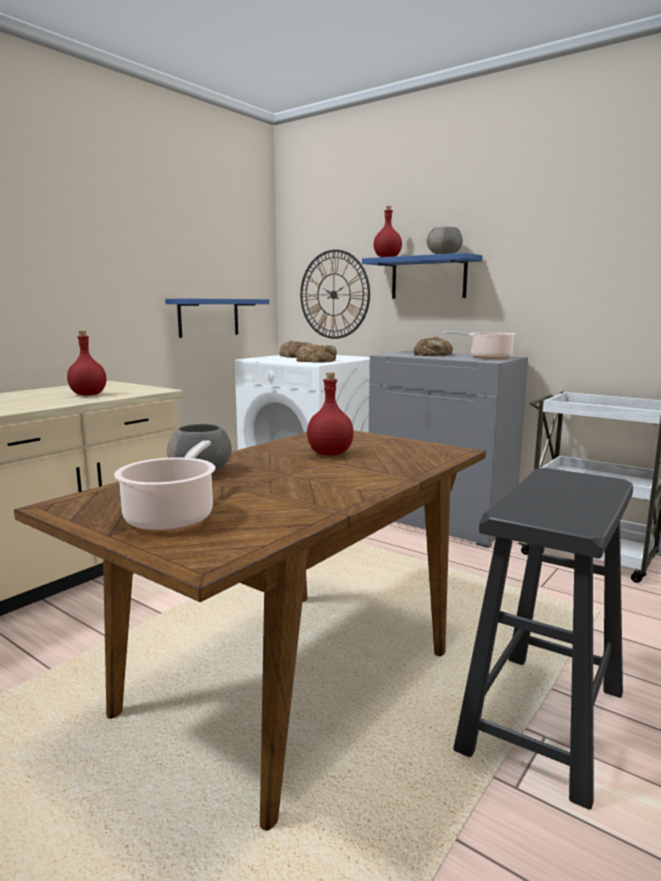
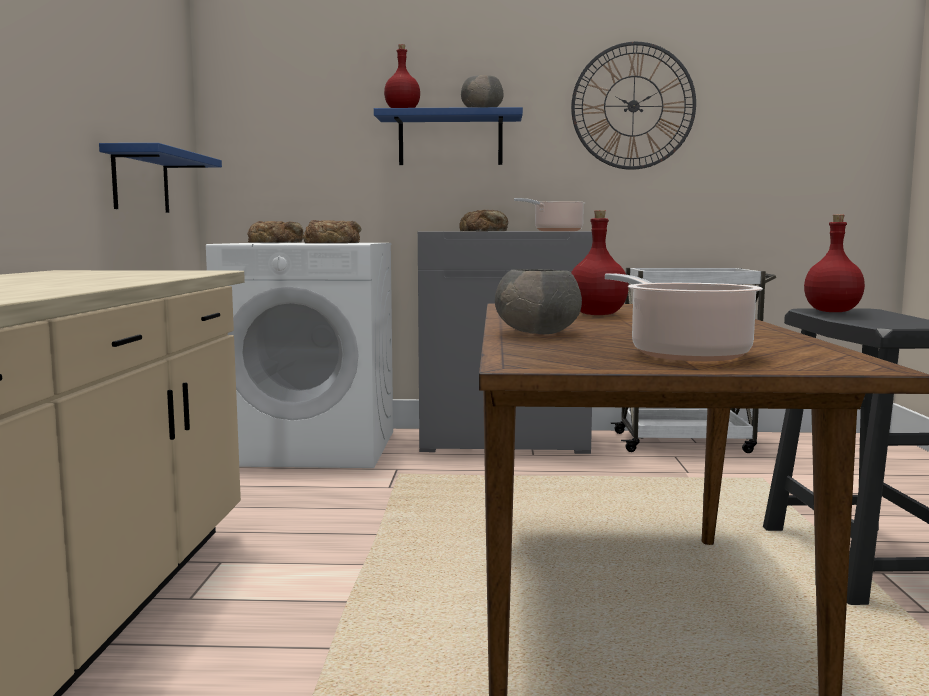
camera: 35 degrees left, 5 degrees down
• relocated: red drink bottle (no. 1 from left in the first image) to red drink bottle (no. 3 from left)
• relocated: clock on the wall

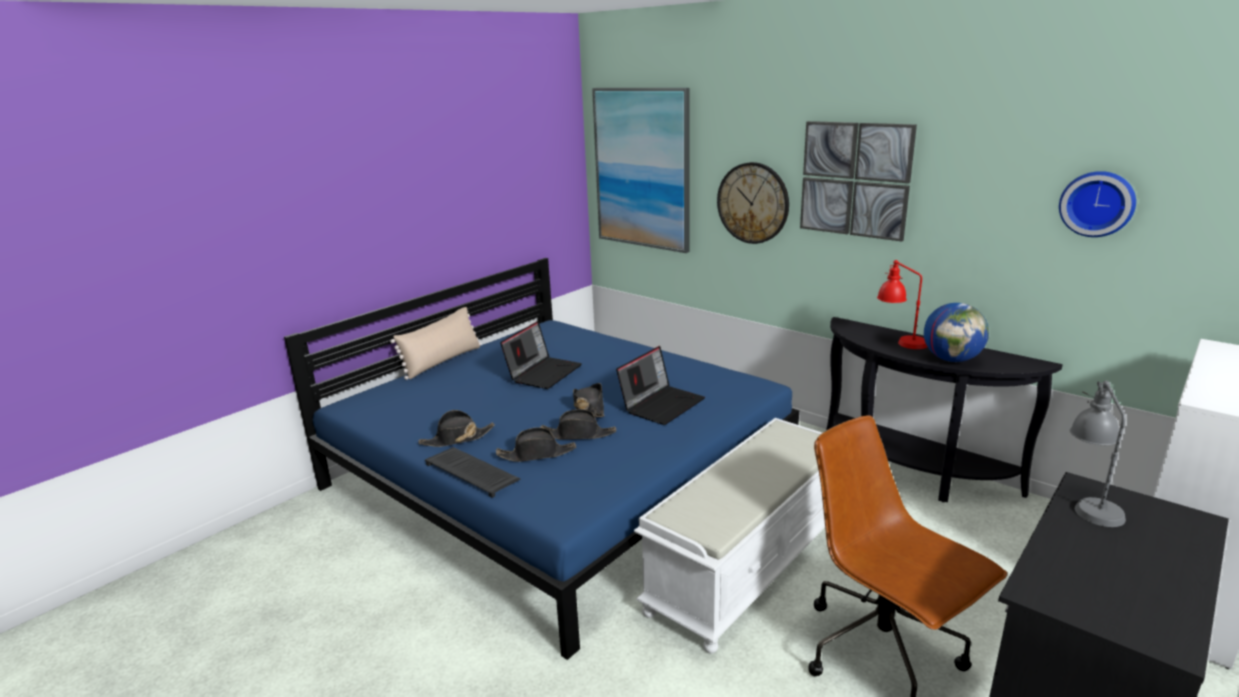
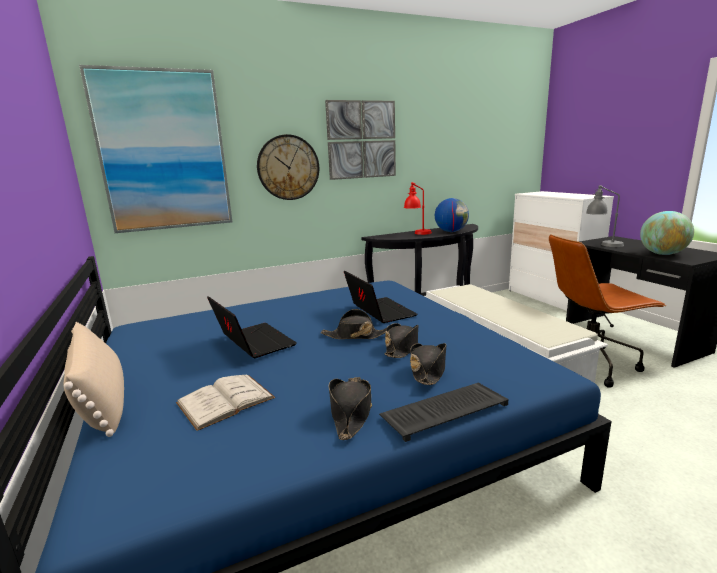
camera: 65 degrees left, 5 degrees down
• missing: clock on the wall (no. 2 from left)
• appeared: whitish volume
• appeared: desk globe (no. 2 from left)

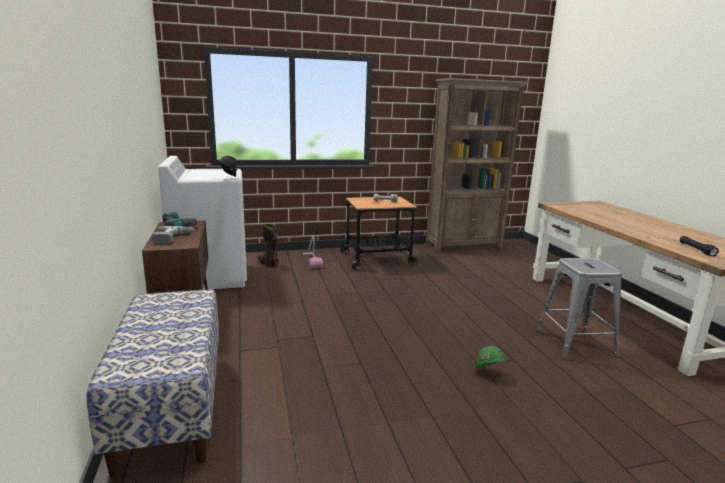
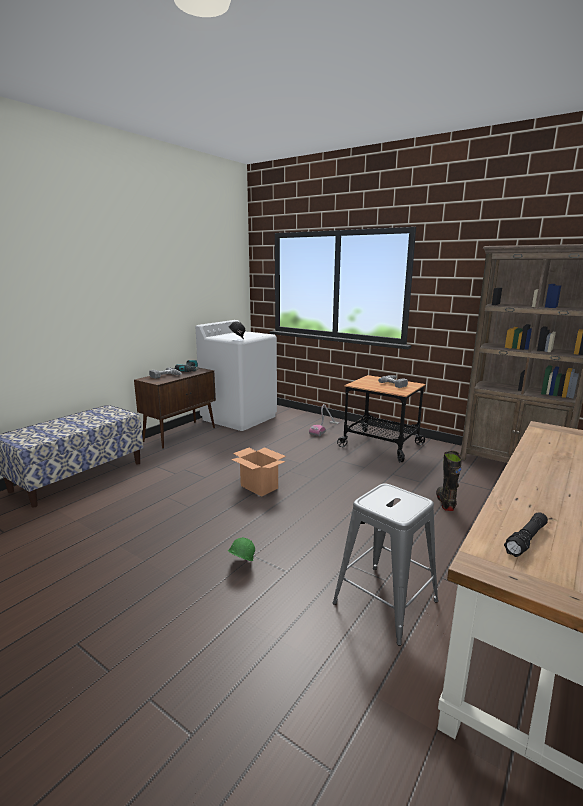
camera: 50 degrees right, 0 degrees up
• relocated: black-coloured high-top boot
• appeared: cardboard box

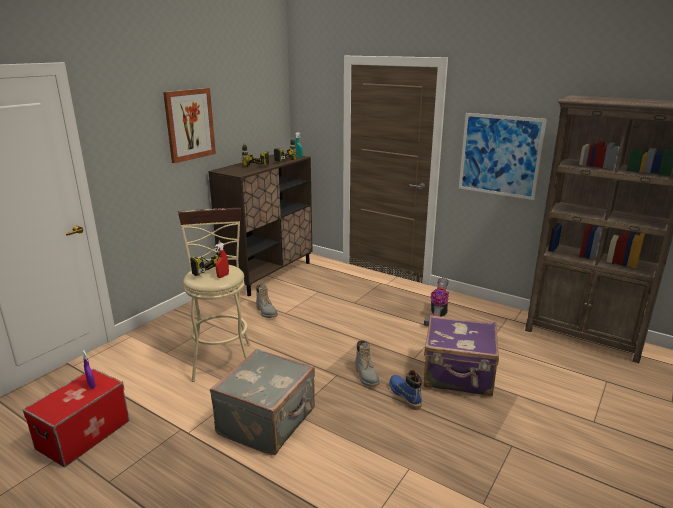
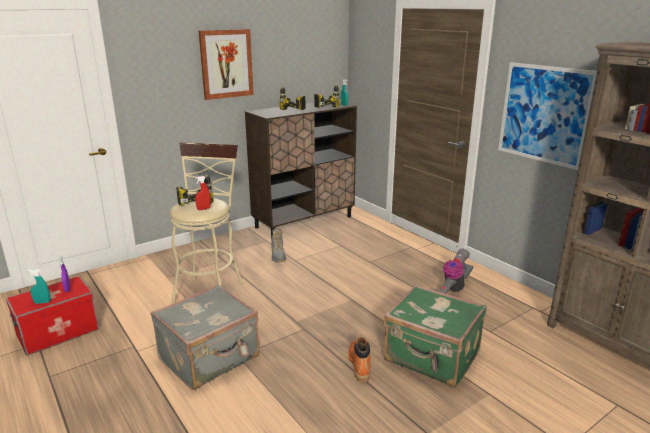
camera: 20 degrees right, 0 degrees up
• missing: grey high-top boot (no. 2 from left)
• colour: blue-coloured high-top boot to orangey high-top boot
• colour: purple-coloured piece of luggage to green-coloured piece of luggage
• appeared: blue-green spray bottle (no. 1 from left)

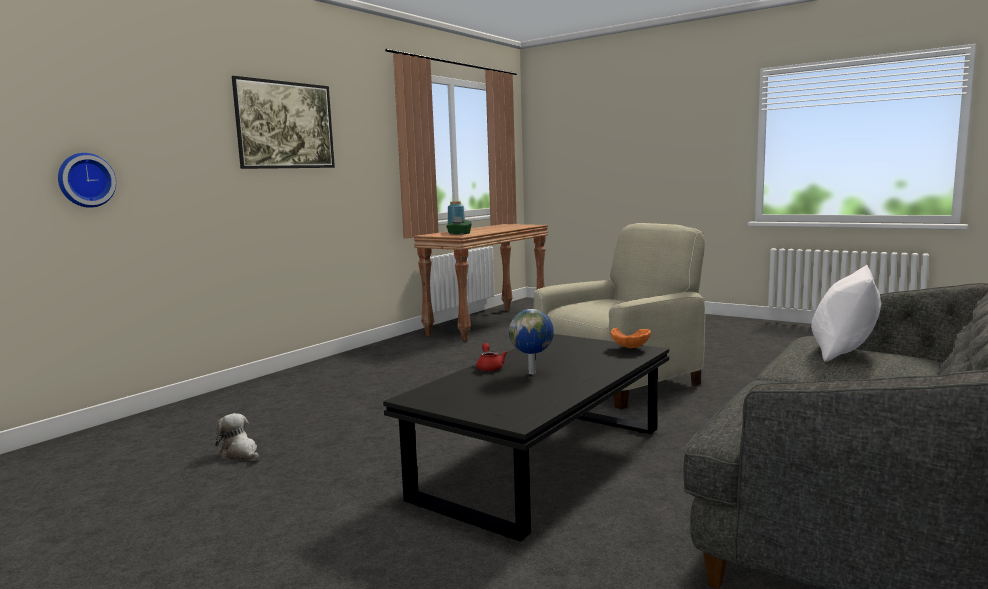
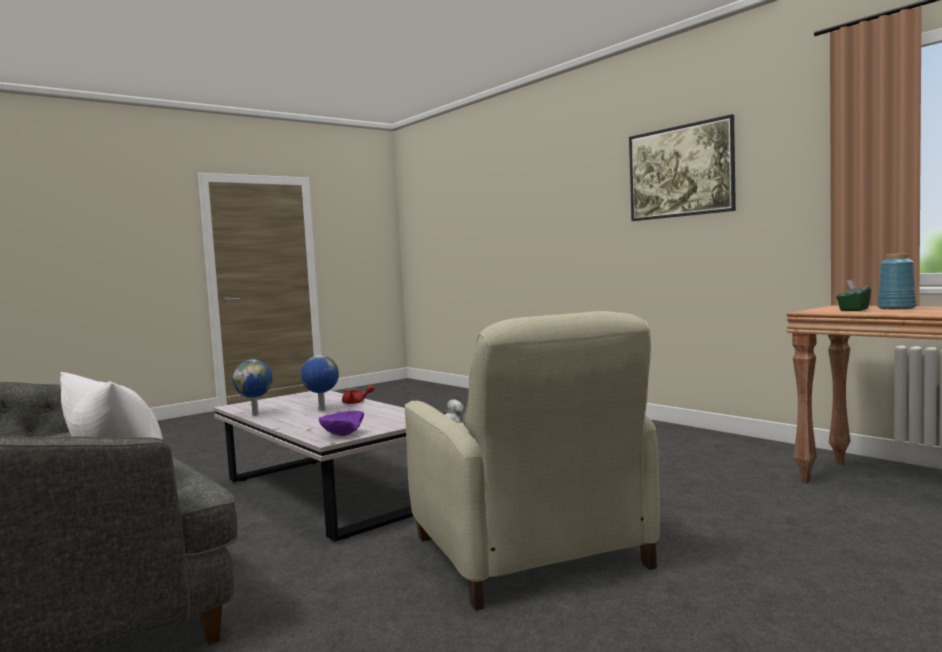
camera: 105 degrees right, 5 degrees down
• missing: clock on the wall
• colour: black-coloured coffee table to whitish coffee table
• colour: orangey bowl to purple-coloured bowl
• appeared: desk globe (no. 1 from left)

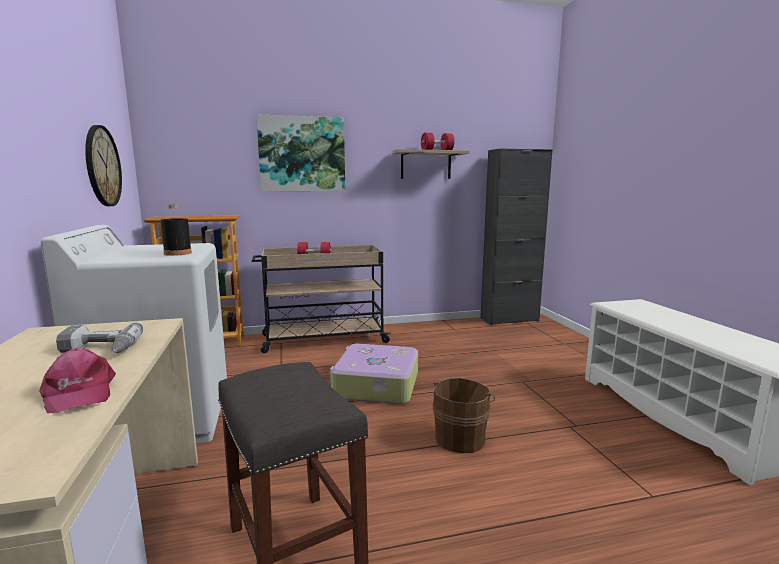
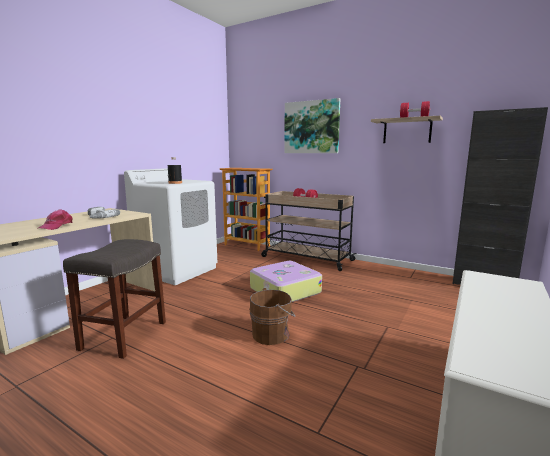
camera: 45 degrees right, 0 degrees up
• missing: clock on the wall

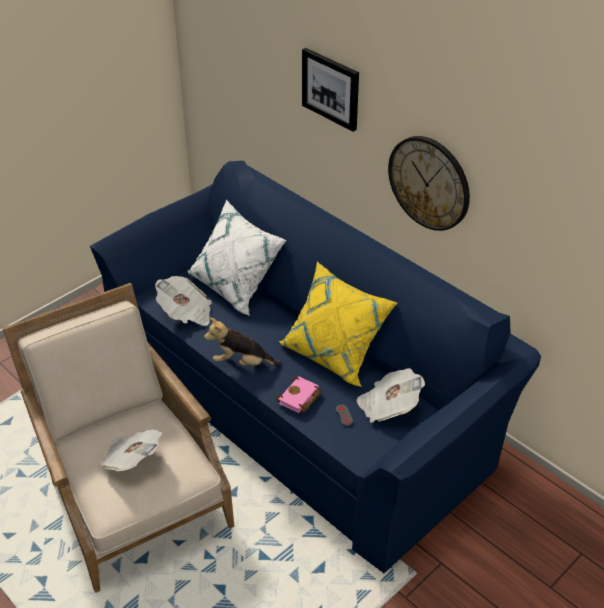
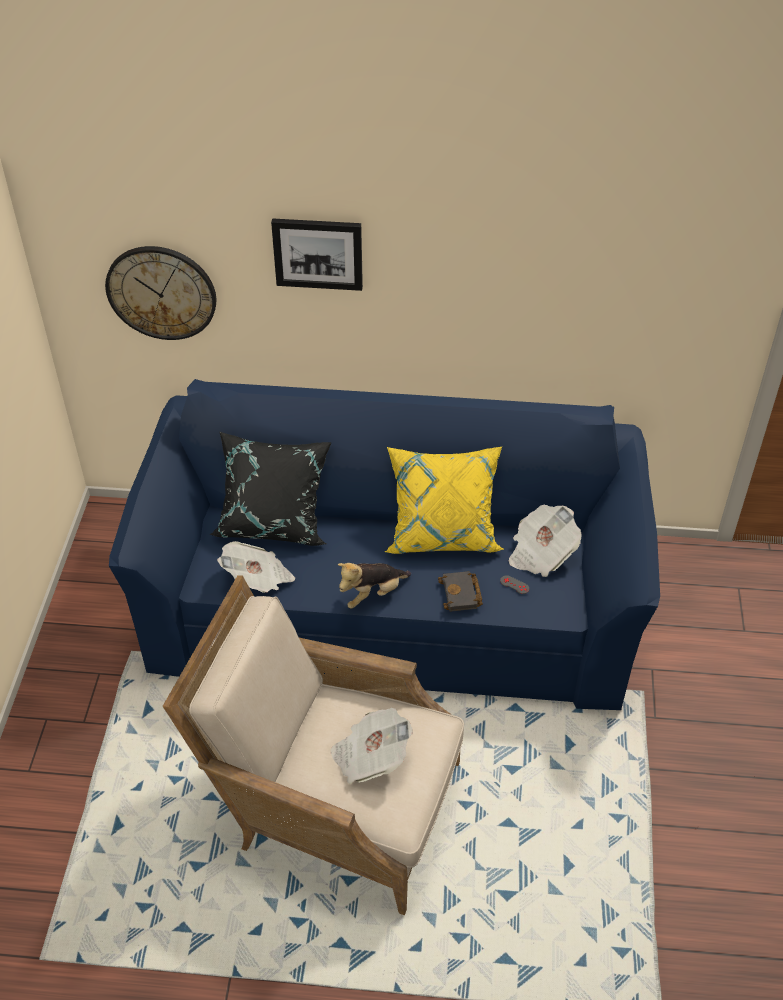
camera: 40 degrees left, 5 degrees up
• colour: whitish pillow to black-coloured pillow
• colour: pink volume to black-coloured volume
• relocated: clock on the wall

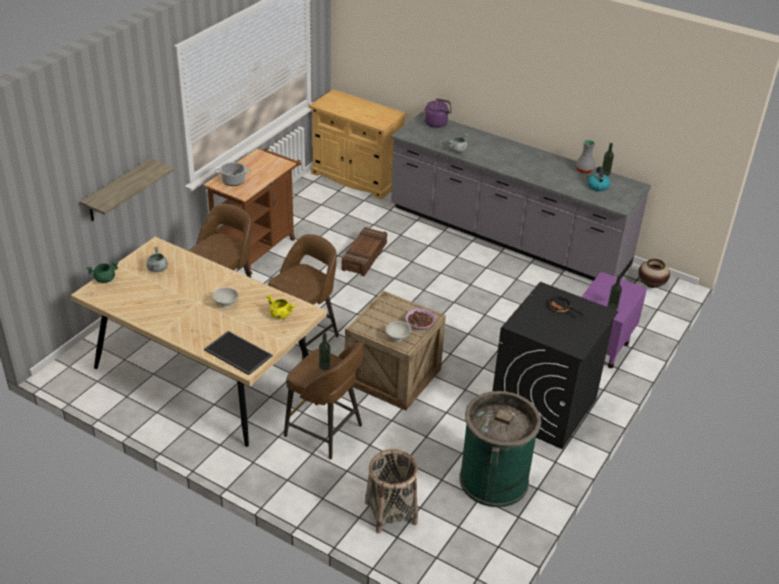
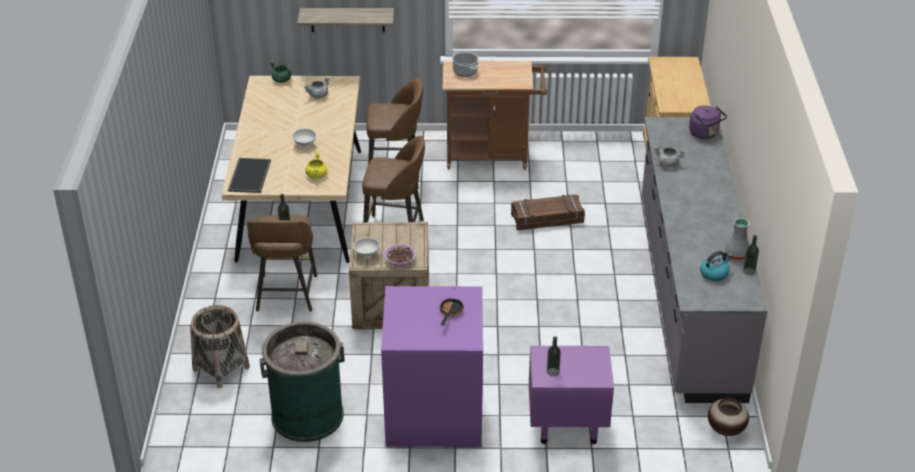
camera: 60 degrees right, 0 degrees up
• colour: black-coloured laundry machine to purple-coloured laundry machine

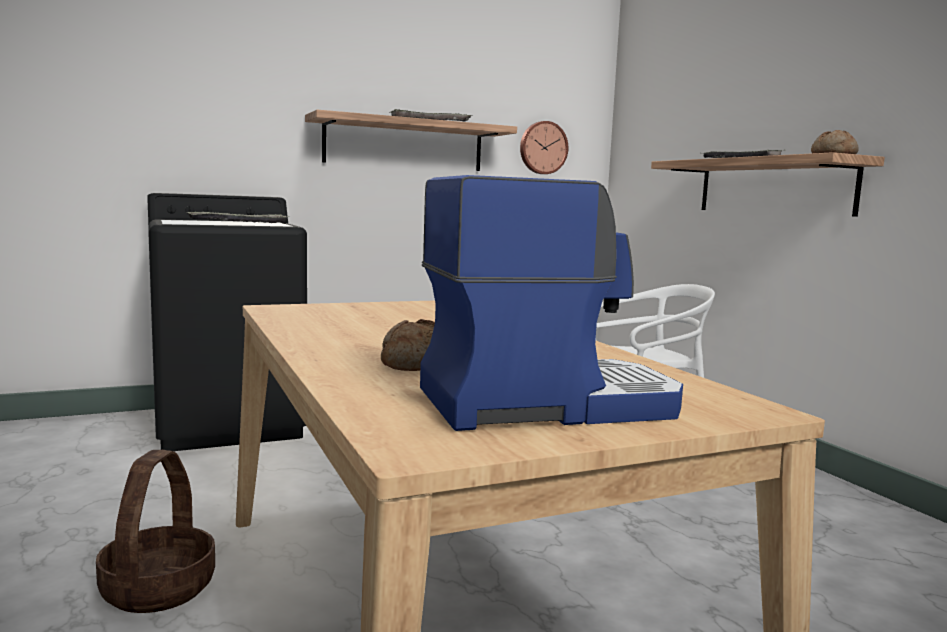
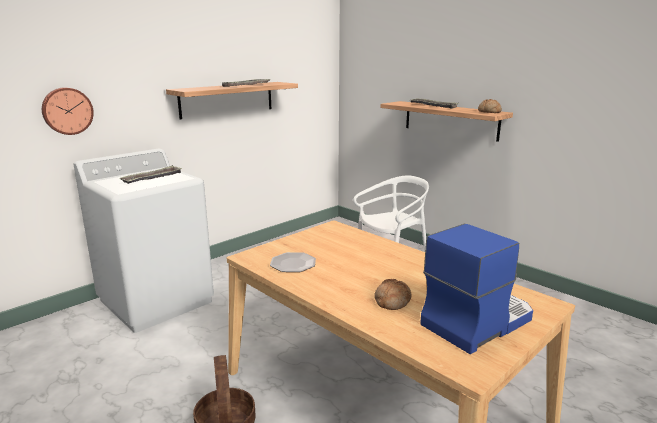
camera: 20 degrees left, 10 degrees up
• colour: black-coloured laundry machine to whitish laundry machine
• relocated: clock on the wall
• appeared: dinner plate

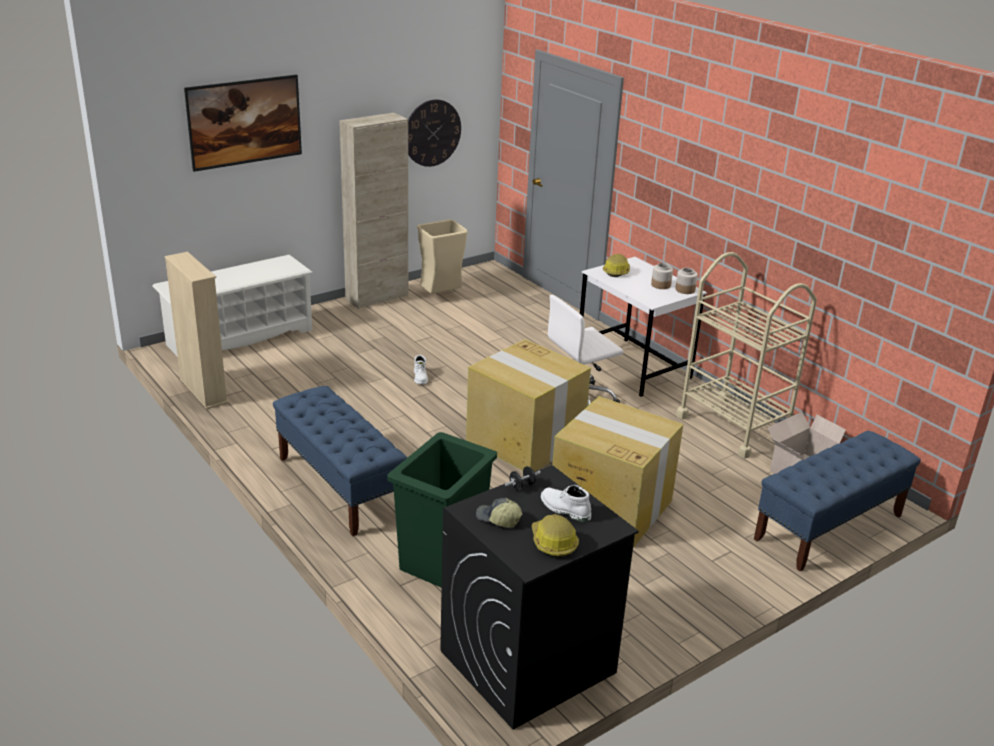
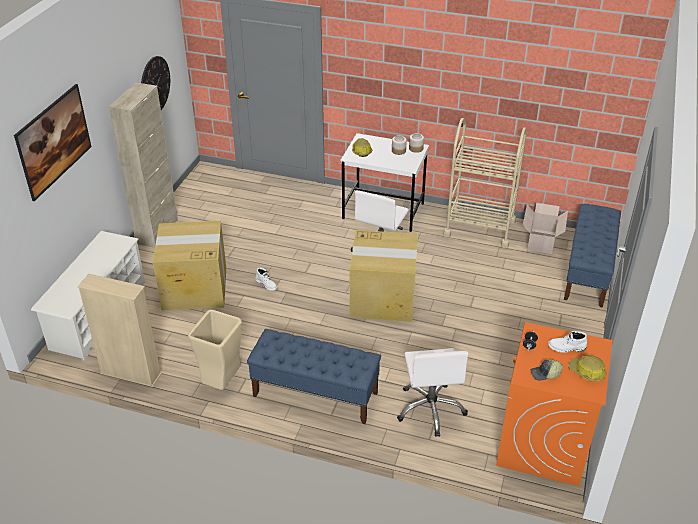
camera: 35 degrees left, 10 degrees up
• exchanged: green-coloured trash can to whitish office chair (no. 2 from left)
• relocated: sand-coloured trash can
• colour: black-coloured laundry machine to orangey laundry machine
• relocated: cardboard box (no. 2 from left in the first image) to cardboard box (no. 1 from left)

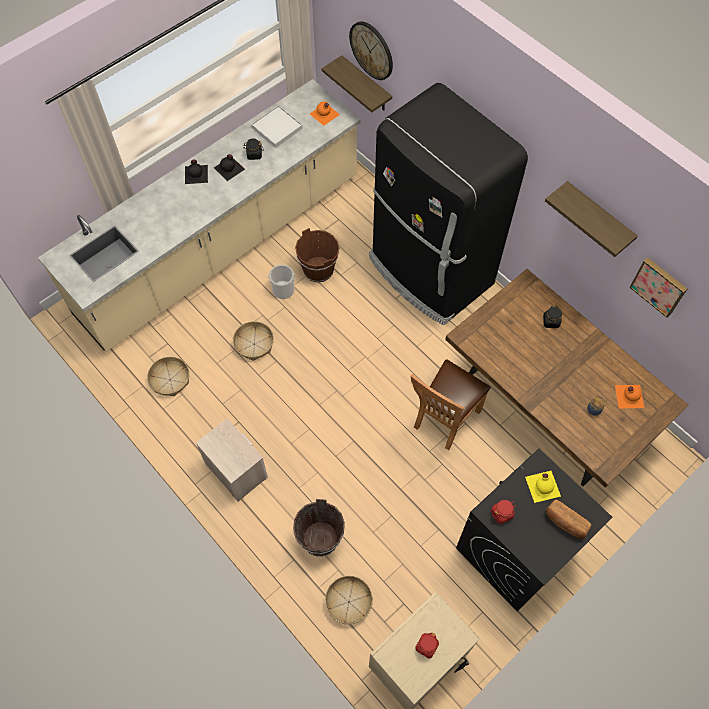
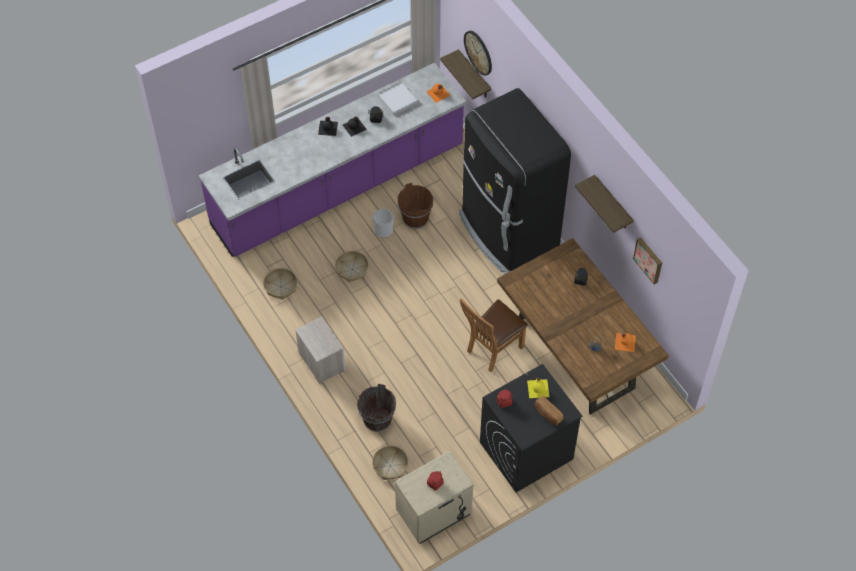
camera: 10 degrees right, 5 degrees down
• colour: sand-coloured counter to purple-coloured counter

